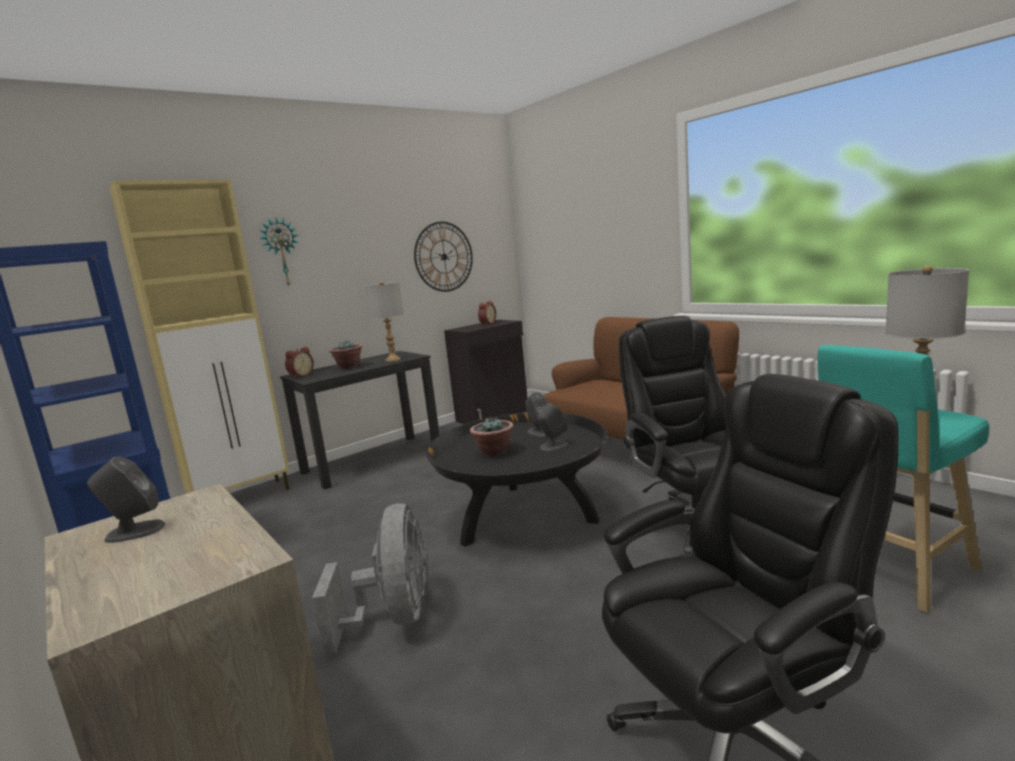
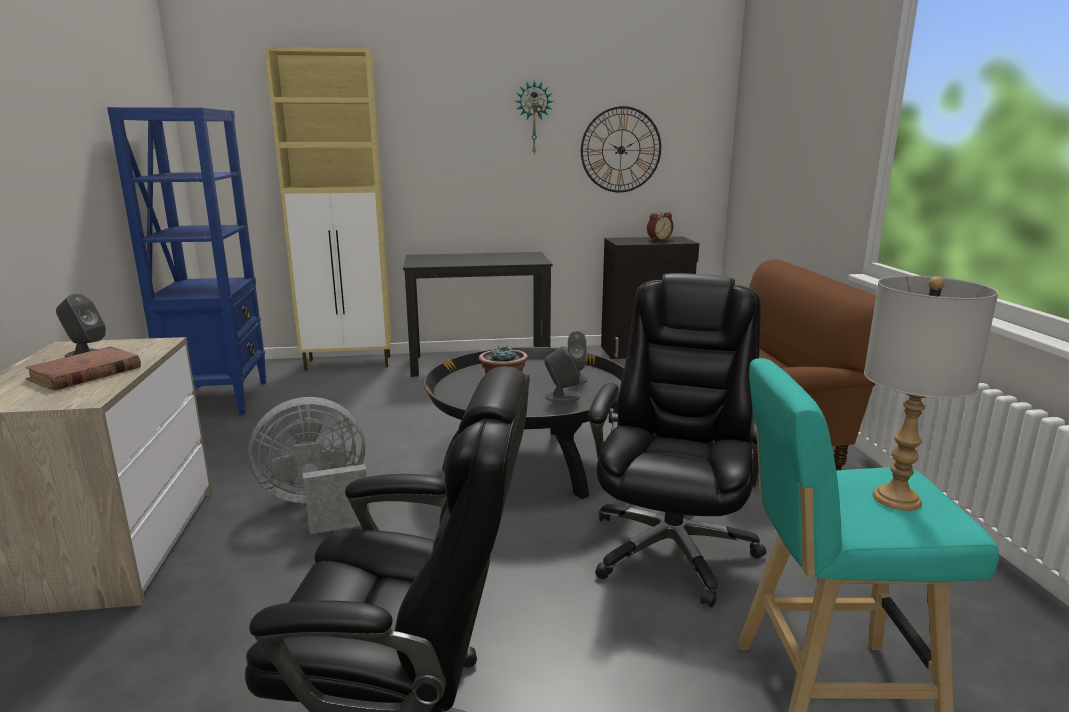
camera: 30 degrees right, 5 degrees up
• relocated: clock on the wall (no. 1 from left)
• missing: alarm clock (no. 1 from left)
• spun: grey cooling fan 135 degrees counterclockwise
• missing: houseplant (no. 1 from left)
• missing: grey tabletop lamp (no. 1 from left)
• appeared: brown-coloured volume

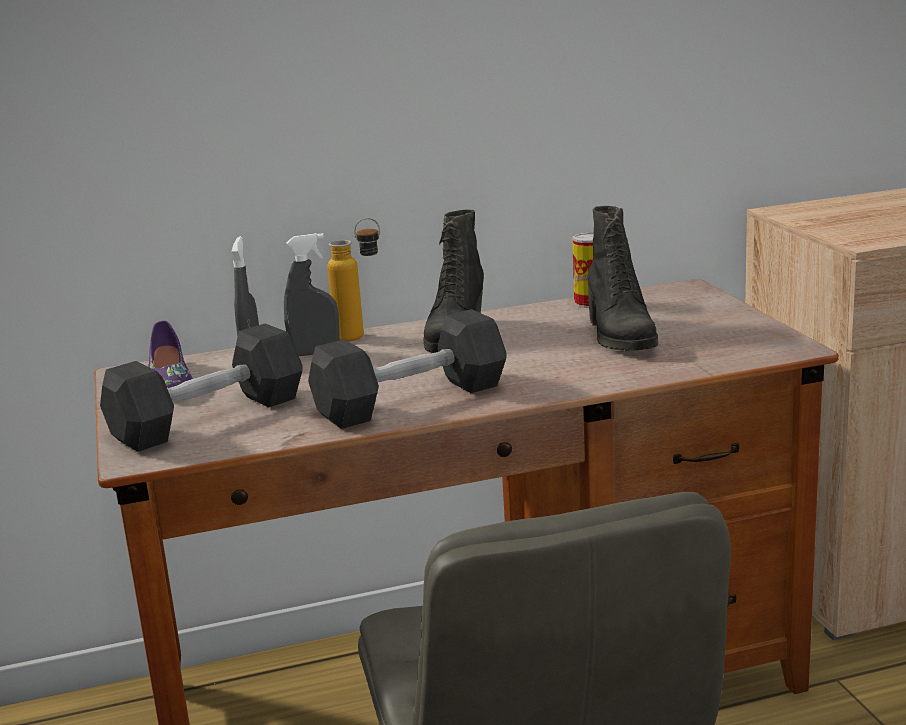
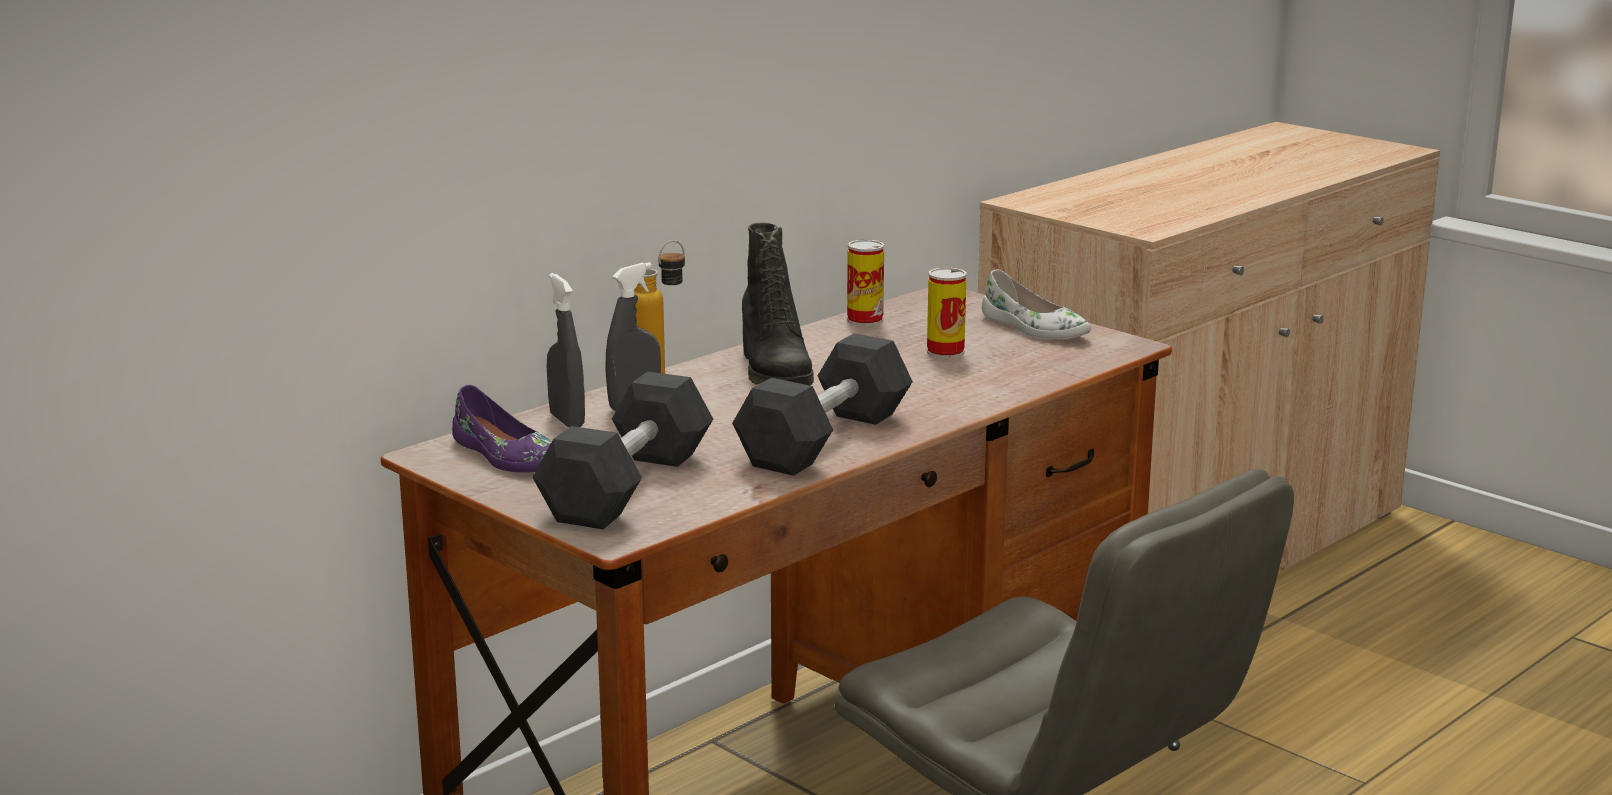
camera: 30 degrees left, 0 degrees up
• exchanged: black-coloured high-top boot (no. 2 from left) to metal can (no. 2 from left)
• appeared: whitish shoe

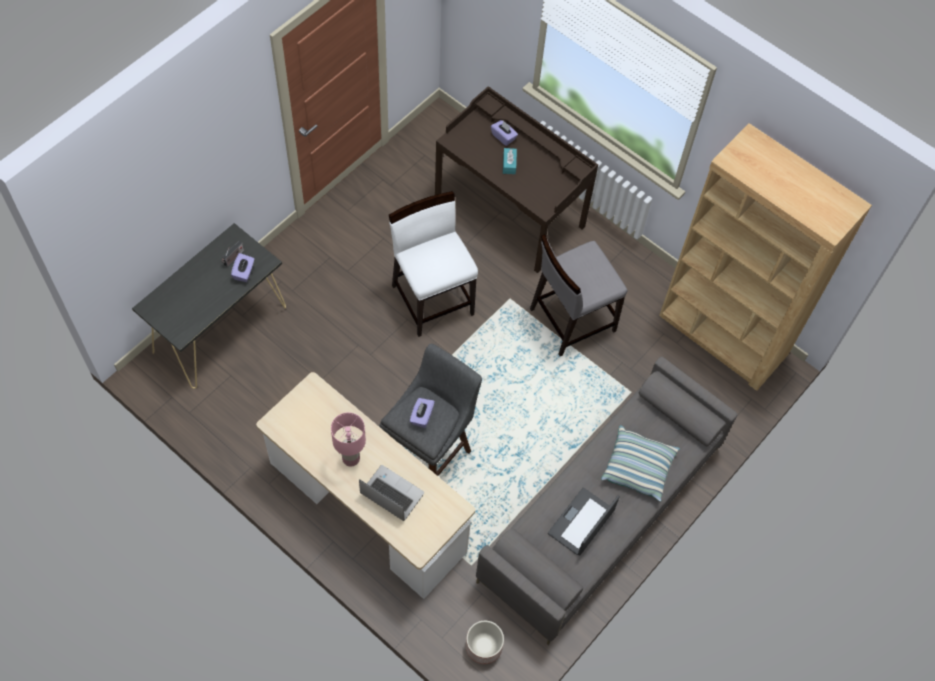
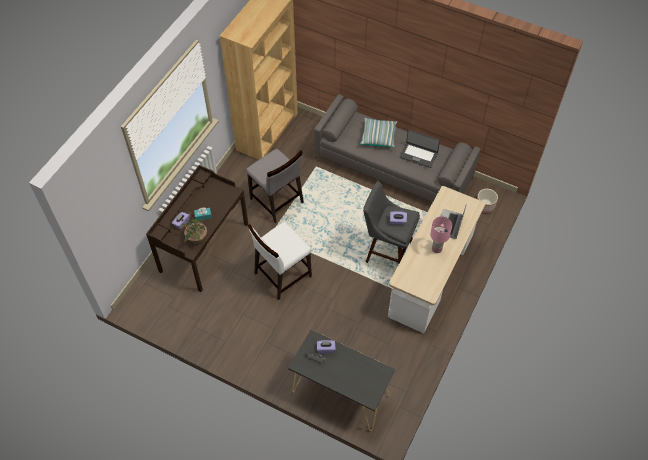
camera: 100 degrees left, 5 degrees down
• appeared: houseplant

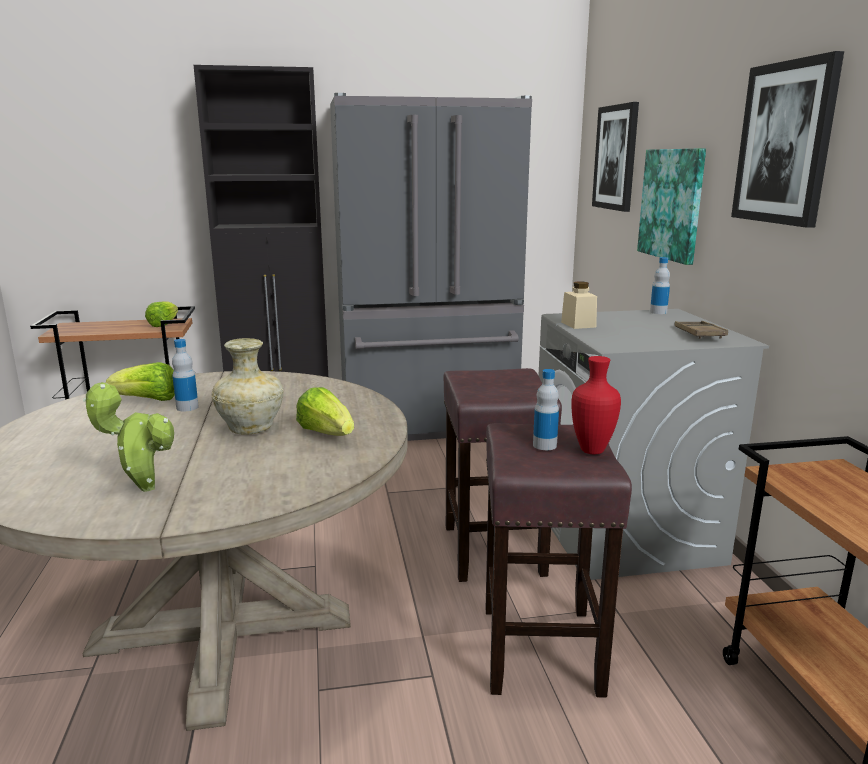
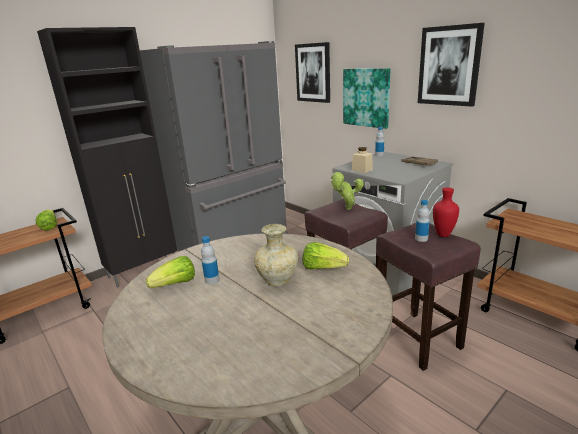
camera: 30 degrees left, 5 degrees up
• relocated: houseplant

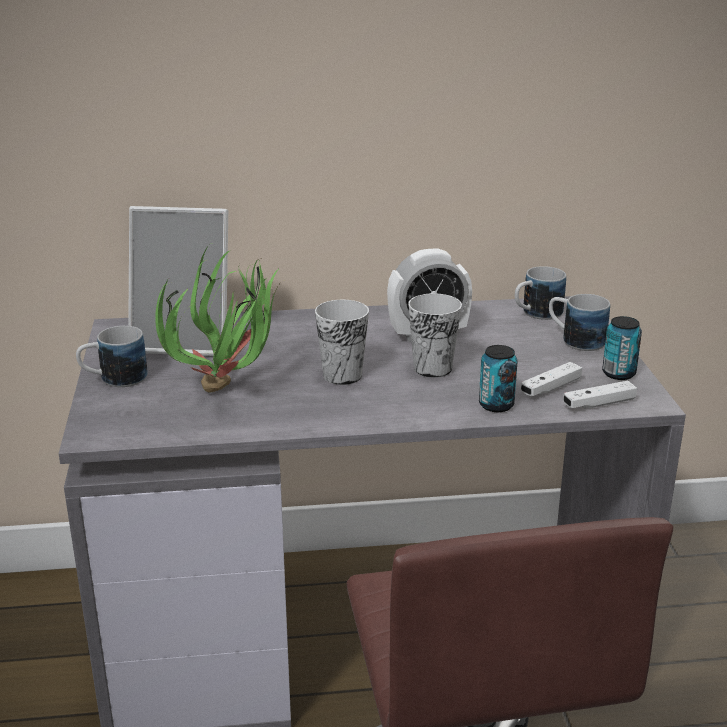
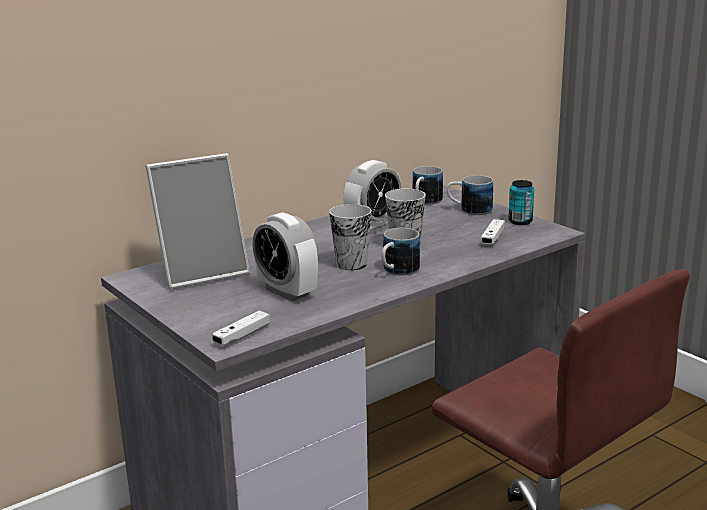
camera: 30 degrees left, 5 degrees down
• relocated: mug (no. 1 from left)
• exchanged: houseplant to alarm clock (no. 1 from left)
• missing: metal can (no. 1 from left)
• relocated: whitish joypad (no. 2 from left in the first image) to whitish joypad (no. 1 from left)

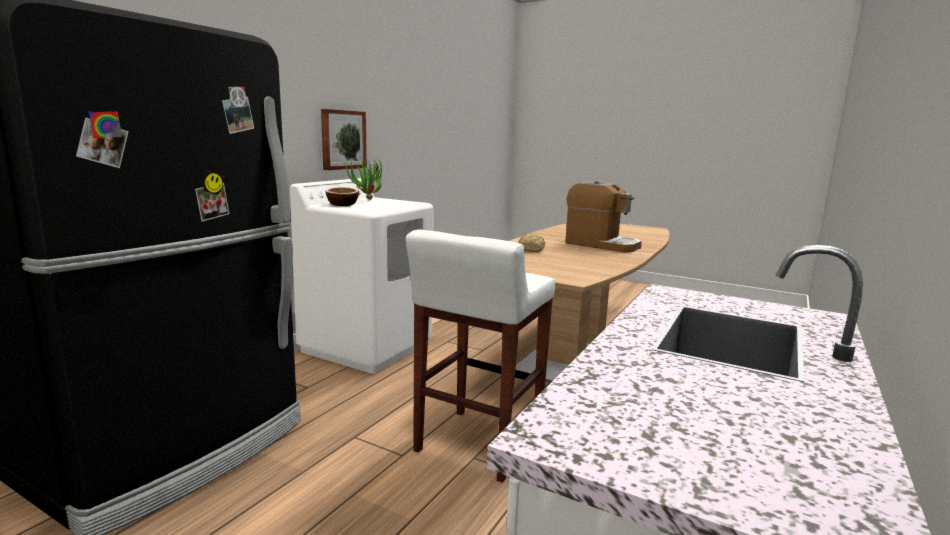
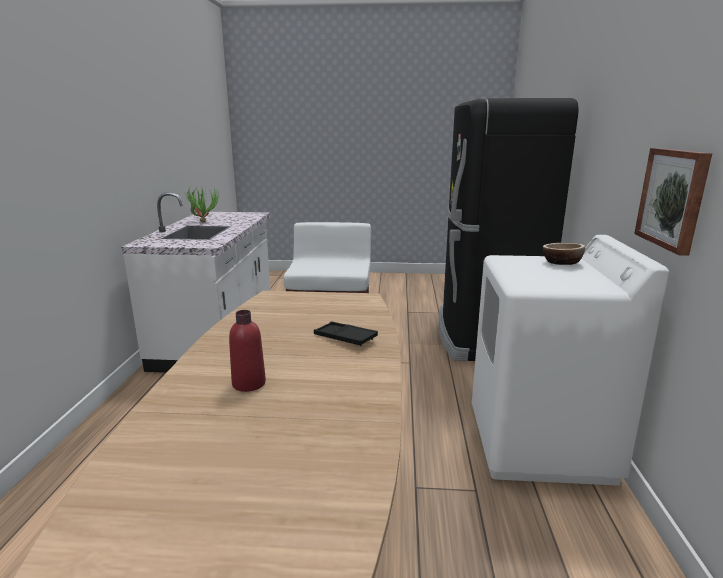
camera: 155 degrees right, 5 degrees up
• relocated: houseplant
• exchanged: baked bread to black-coloured tray
• exchanged: coffee maker to red drink bottle

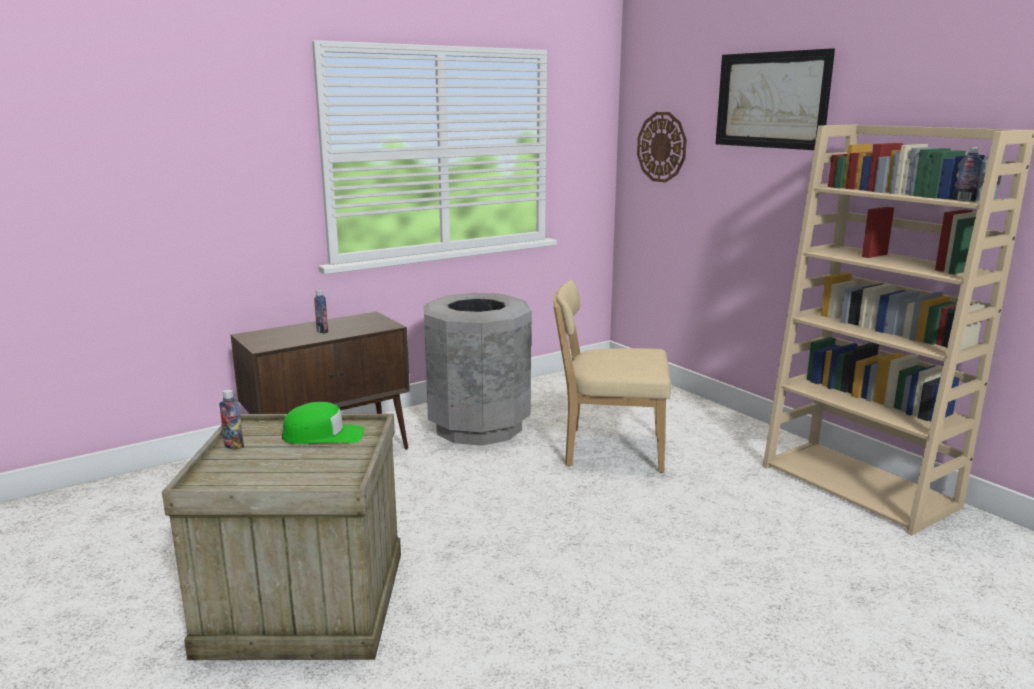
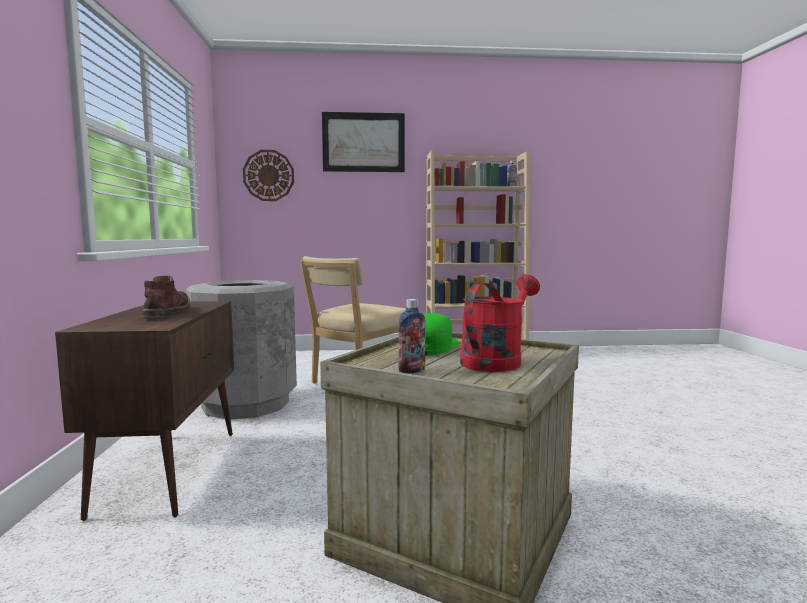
camera: 60 degrees left, 10 degrees down
• exchanged: drink bottle (no. 2 from left) to brown-coloured high-top boot
• appeared: red watering can

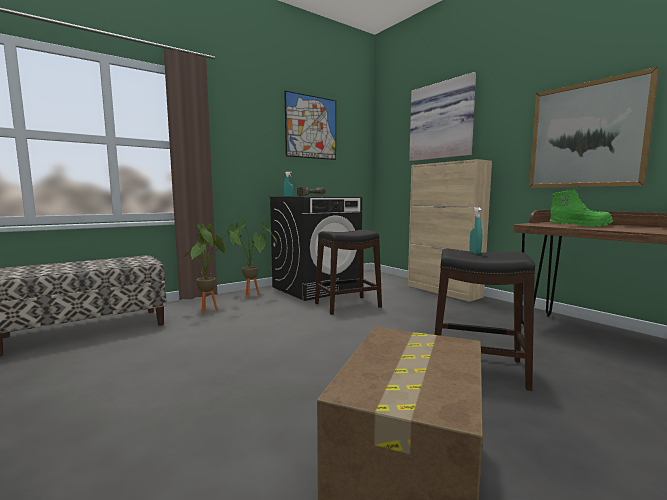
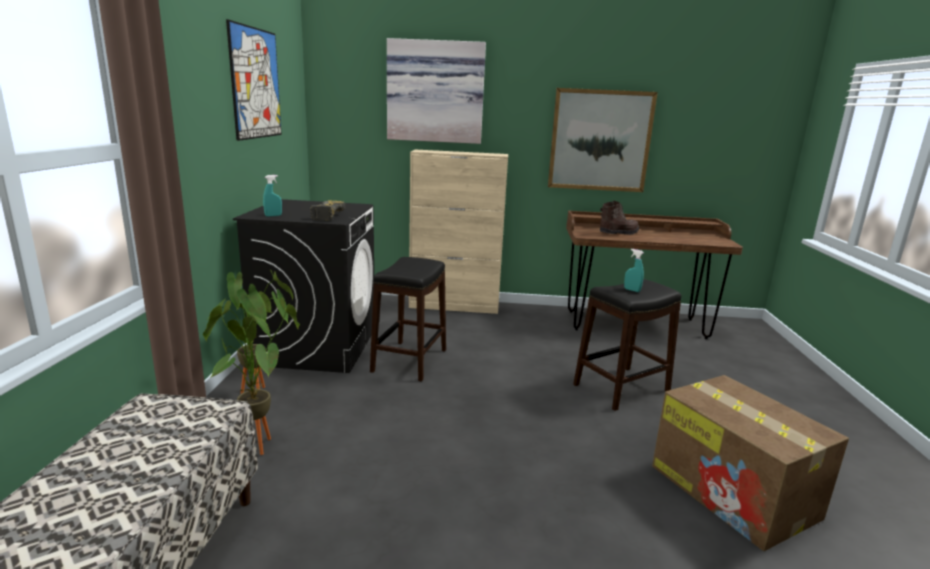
camera: 50 degrees left, 10 degrees up
• colour: green-coloured high-top boot to brown-coloured high-top boot

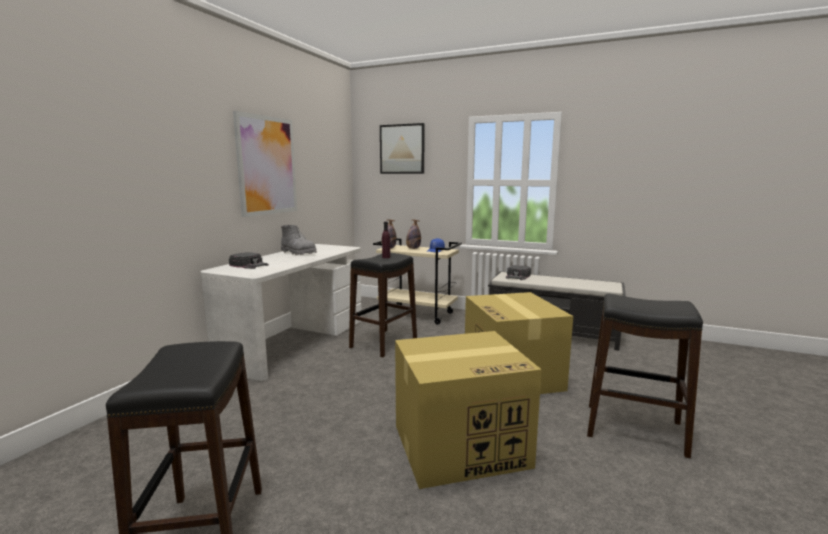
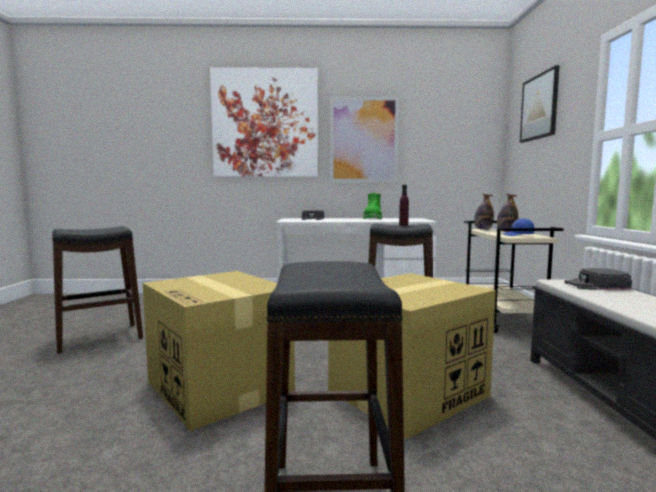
camera: 65 degrees right, 5 degrees down
• colour: grey high-top boot to green-coloured high-top boot
• appeared: wall picture (no. 1 from left)

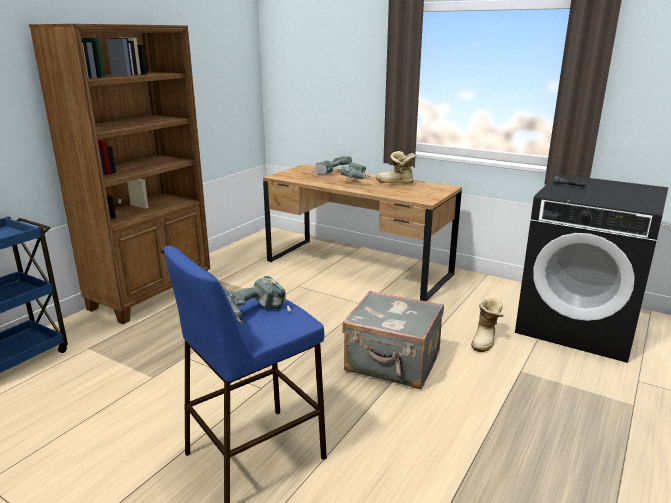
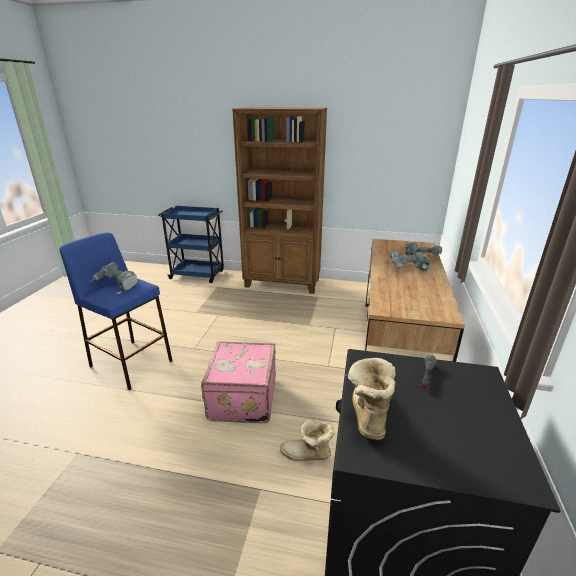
camera: 70 degrees right, 5 degrees up
• colour: grey piece of luggage to pink piece of luggage
• relocated: high-top boot (no. 1 from left in the first image) to high-top boot (no. 2 from left)

